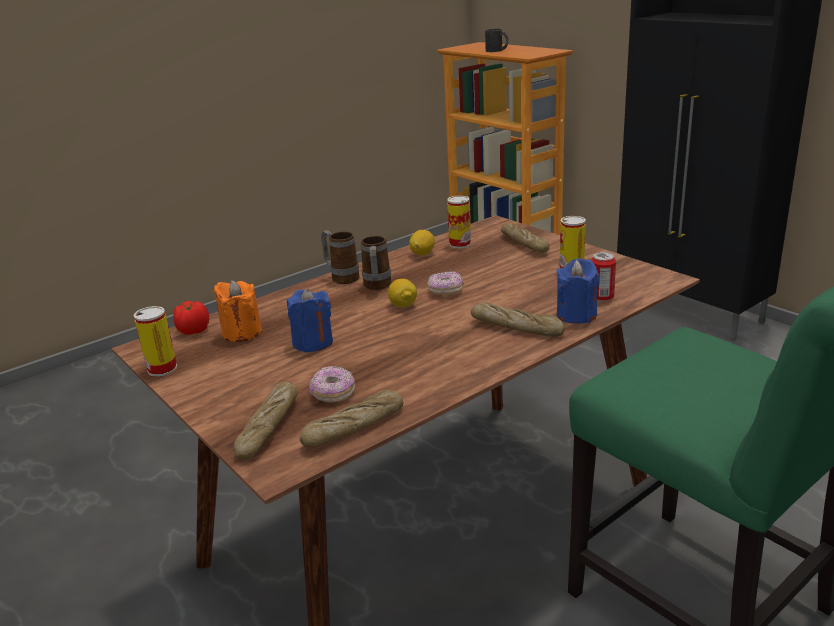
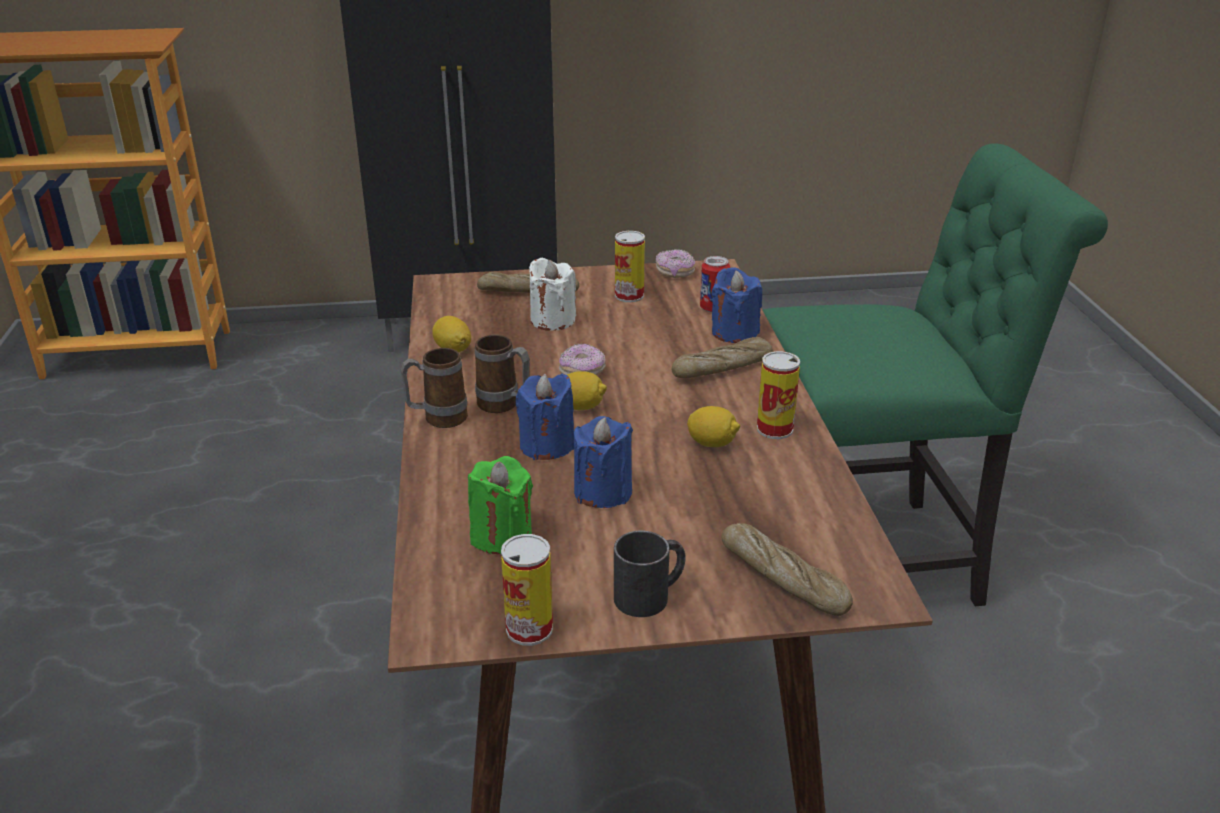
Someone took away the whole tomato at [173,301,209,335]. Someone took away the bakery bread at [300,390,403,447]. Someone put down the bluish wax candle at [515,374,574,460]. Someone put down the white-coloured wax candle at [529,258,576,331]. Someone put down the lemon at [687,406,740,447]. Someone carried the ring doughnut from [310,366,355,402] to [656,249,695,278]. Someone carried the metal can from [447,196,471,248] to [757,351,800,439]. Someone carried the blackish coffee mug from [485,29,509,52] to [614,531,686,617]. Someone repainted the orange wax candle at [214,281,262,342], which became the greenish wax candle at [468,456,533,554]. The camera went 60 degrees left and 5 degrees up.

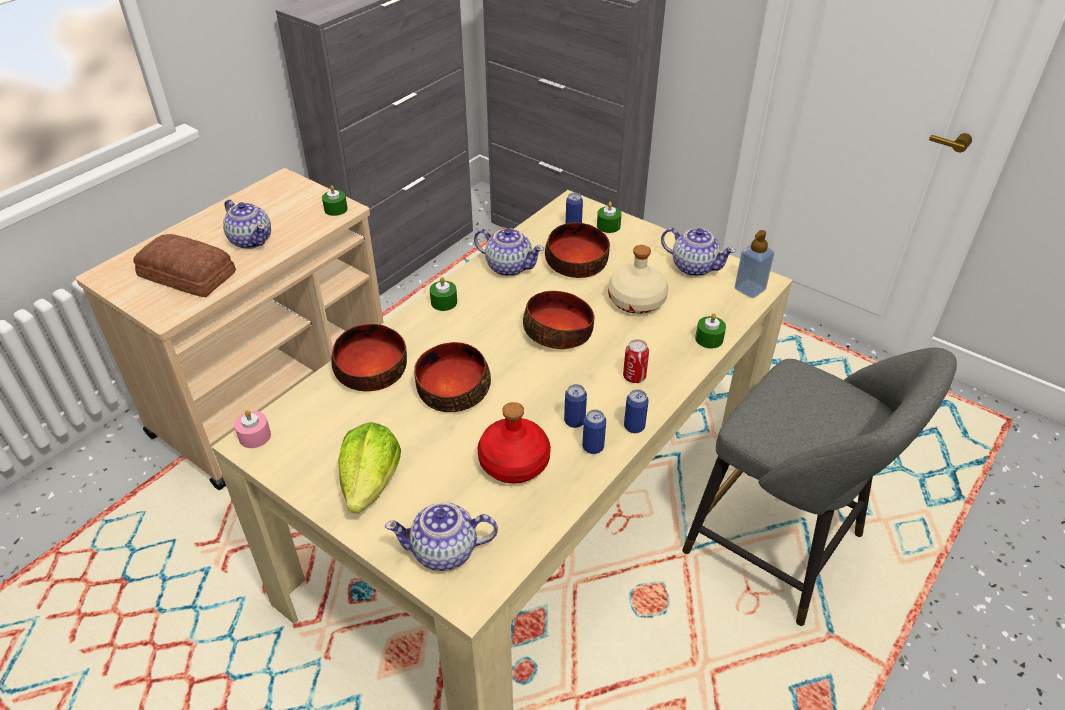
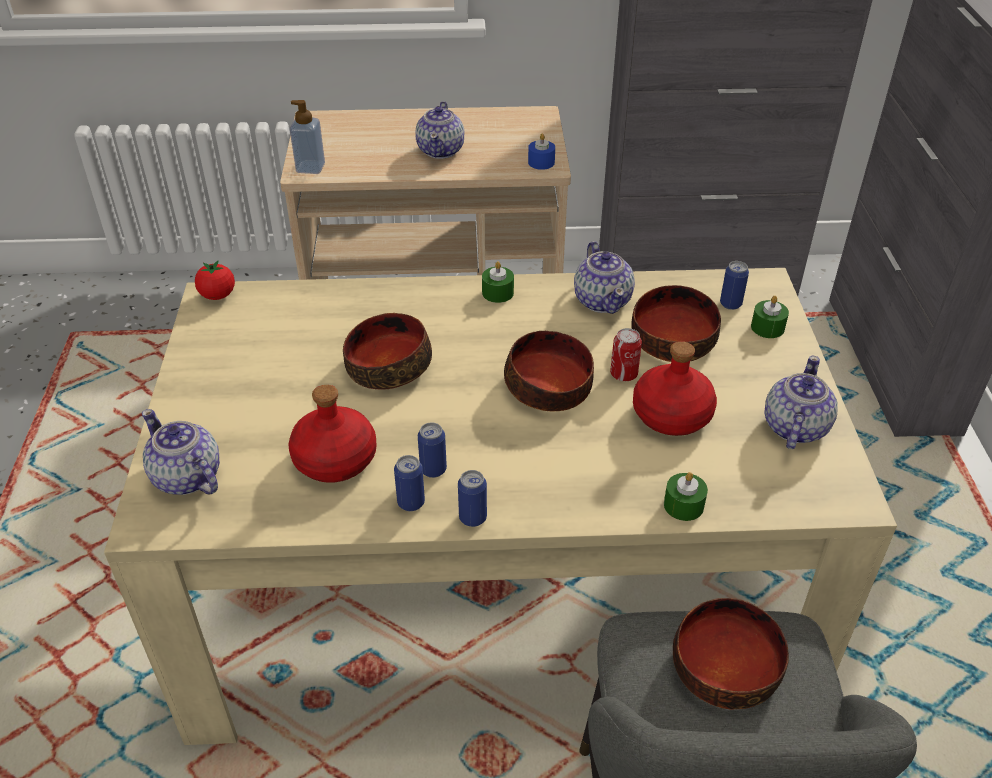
Someone took away the bakery bread at [133,234,236,297]. Someone took away the lettuce head at [338,422,401,513]. Someone carried the serving bowl from [331,324,407,391] to [673,598,789,709]. Someone carried the metal can from [623,339,649,383] to [610,328,642,381]. Someone carried the liquid soap bottle from [734,230,774,298] to [290,100,325,174]. Someone swapped the pink-coloured wax candle at [234,410,271,448] for the whole tomato at [195,260,235,300]. Someone repainted the greenish wax candle at [322,185,348,216], which became the bluish wax candle at [528,133,555,170]. Someone repainted the beige-coloured beverage bottle at [608,245,668,314], which became the red-coloured beverage bottle at [633,341,717,436]. Someone rotated the teapot at [661,228,736,276] by 150 degrees counterclockwise. The camera went 50 degrees right and 0 degrees up.

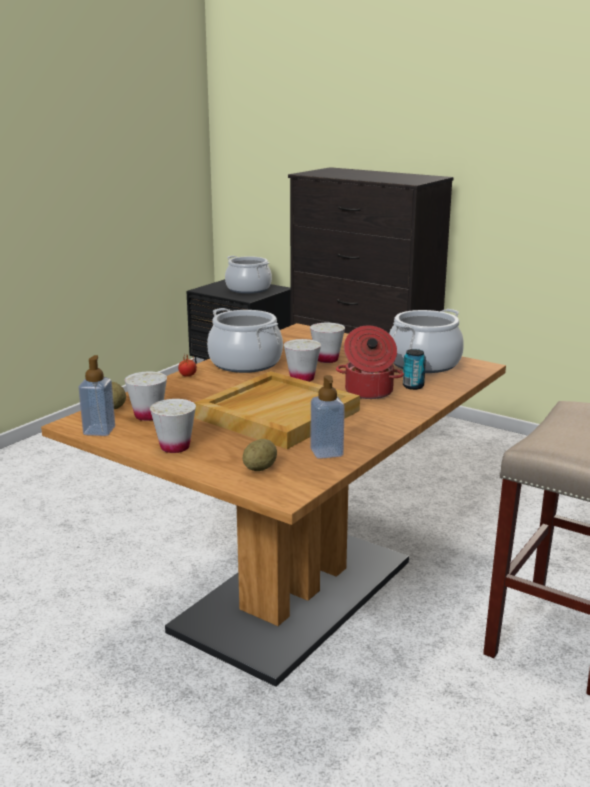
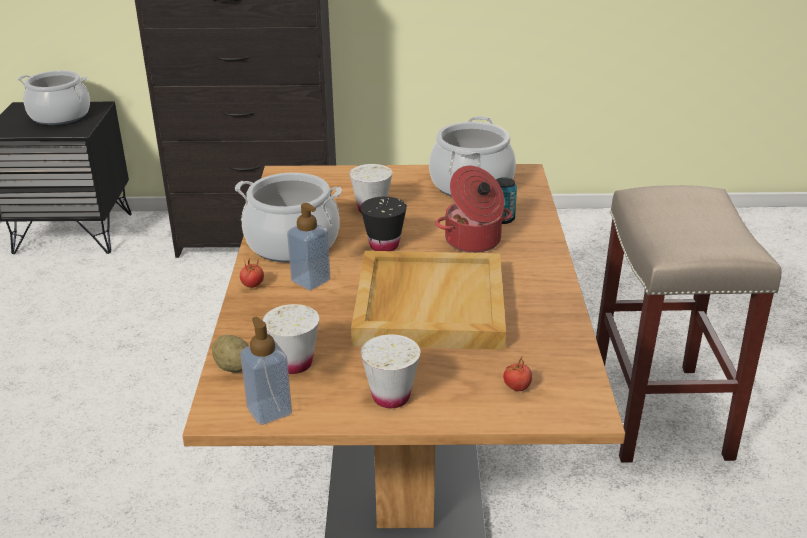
Someone carried the liquid soap bottle from [310,375,345,459] to [287,203,331,290]. Someone swapped the spud at [243,439,277,471] for the whole tomato at [503,355,532,391]. Someone repainted the white-coloured cup at [284,339,321,382], which became the blackish cup at [360,197,407,251]. The camera went 35 degrees left and 10 degrees up.

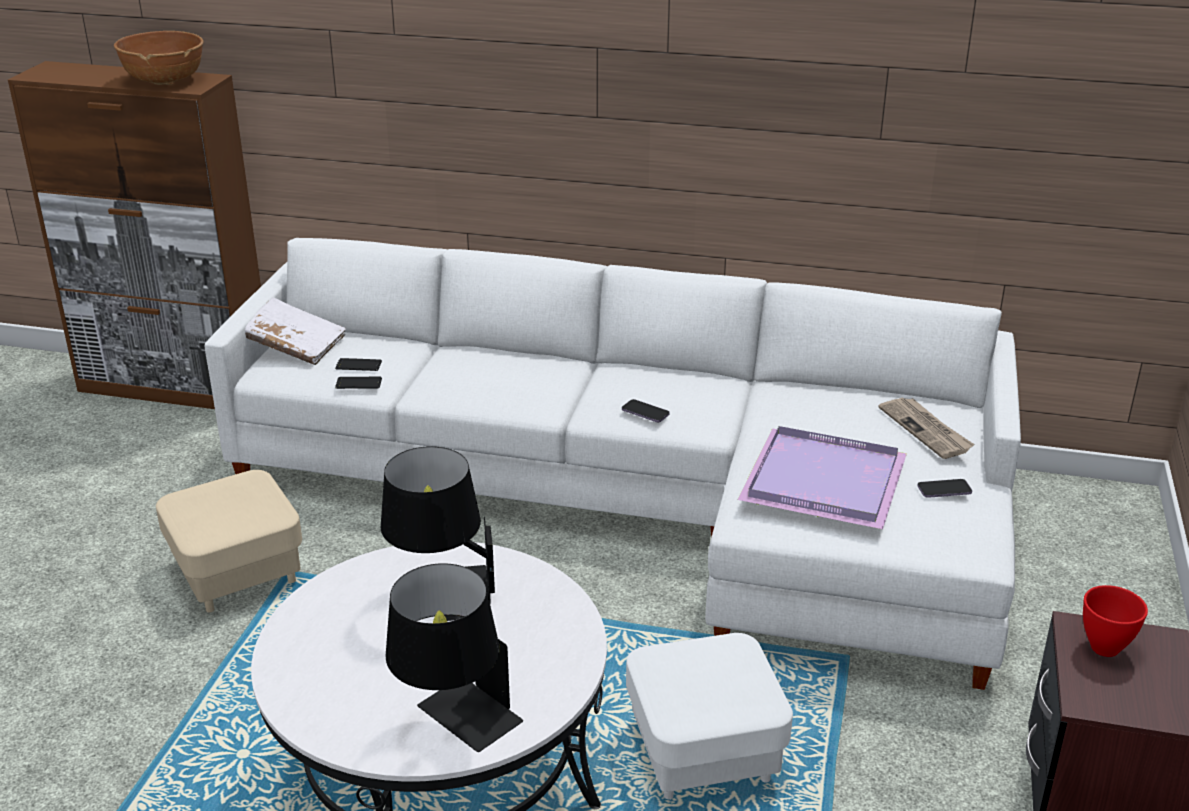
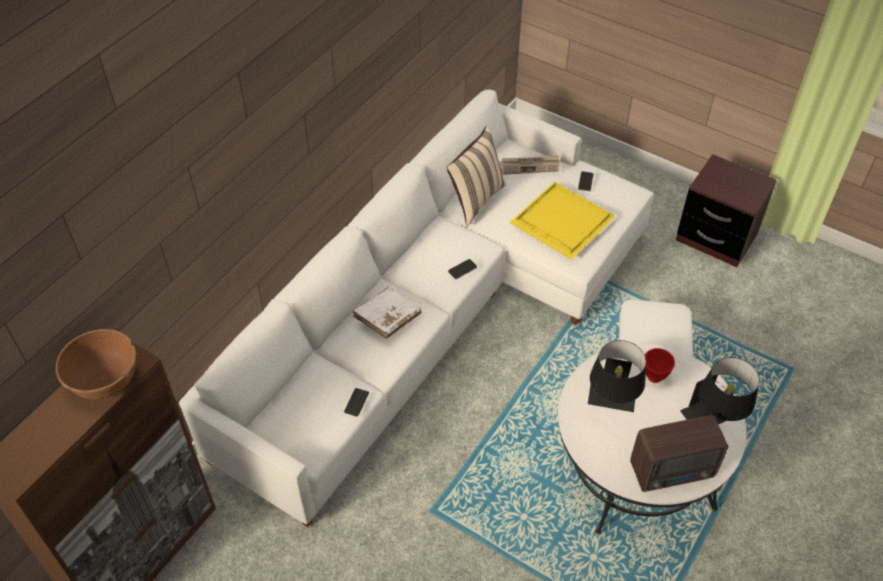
Someone took away the beige-coloured ottoman at [156,470,302,613]. Someone took away the handset at [335,358,382,371]. Someone put down the beige-coloured cushion at [447,126,506,226]. Someone put down the radio receiver at [630,415,728,492]. Someone carried the white-coloured volume from [245,297,346,365] to [353,287,422,339]. Someone carried the red-coloured serving bowl from [1083,585,1148,657] to [645,348,675,383]. Someone repainted the purple serving tray at [738,426,907,529], which became the yellowish serving tray at [510,182,615,260]. The camera went 70 degrees left and 20 degrees up.

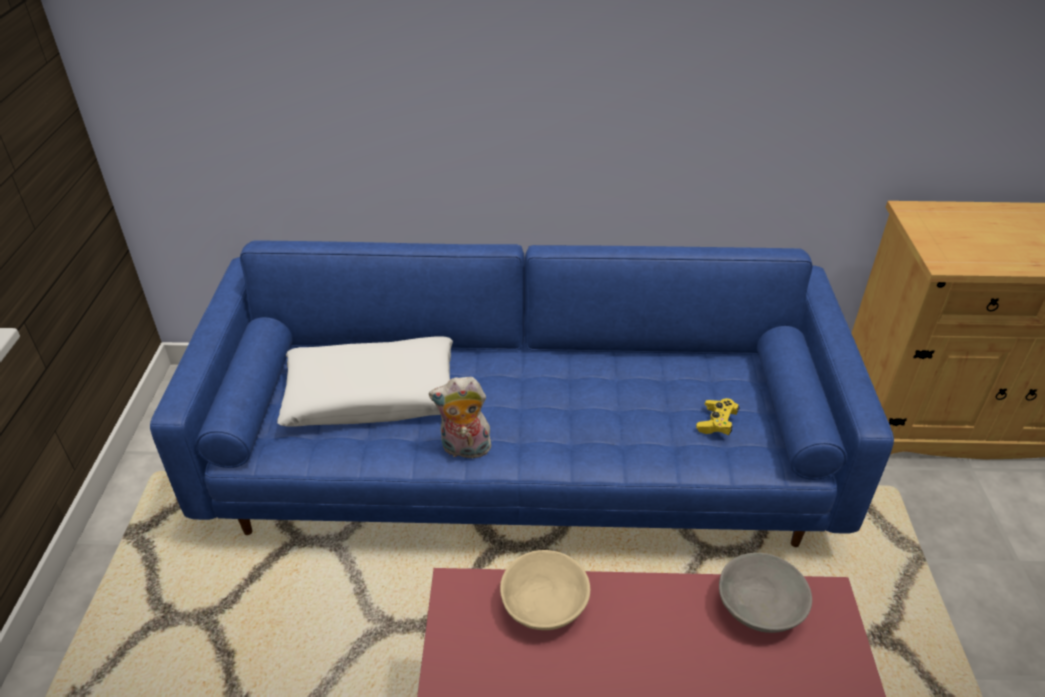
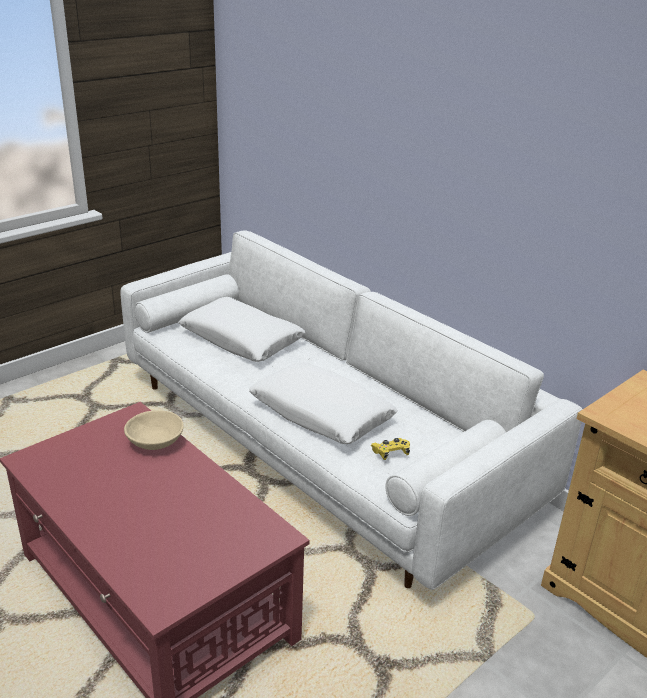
Someone took away the soft toy at [429,377,491,459]. Someone took away the gray serving bowl at [719,553,812,633]. Someone put down the white-coloured cushion at [249,362,398,444]. Someone repainted the bluish sofa at [150,241,894,547], which became the white-coloured sofa at [121,231,583,590]. The camera went 45 degrees right and 10 degrees down.

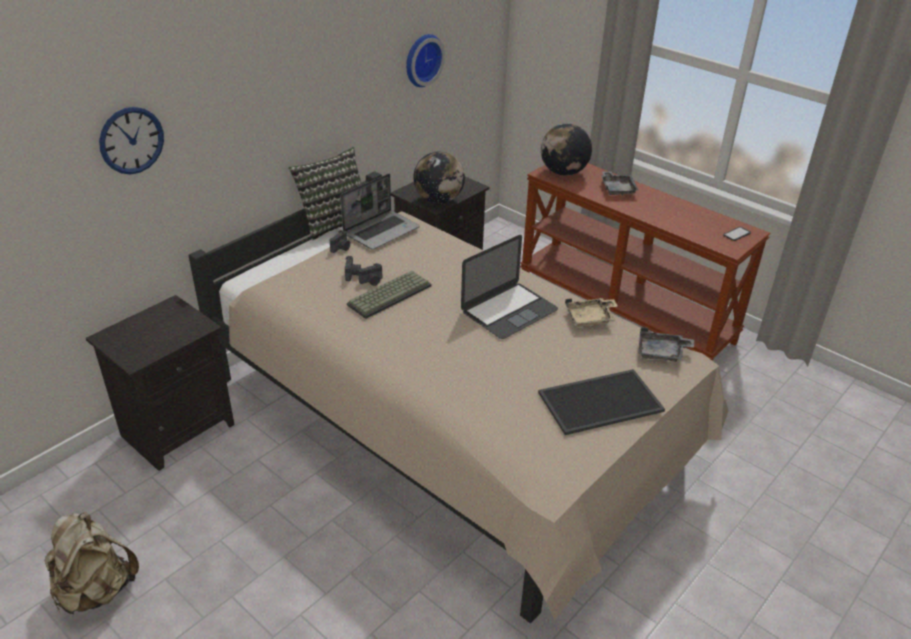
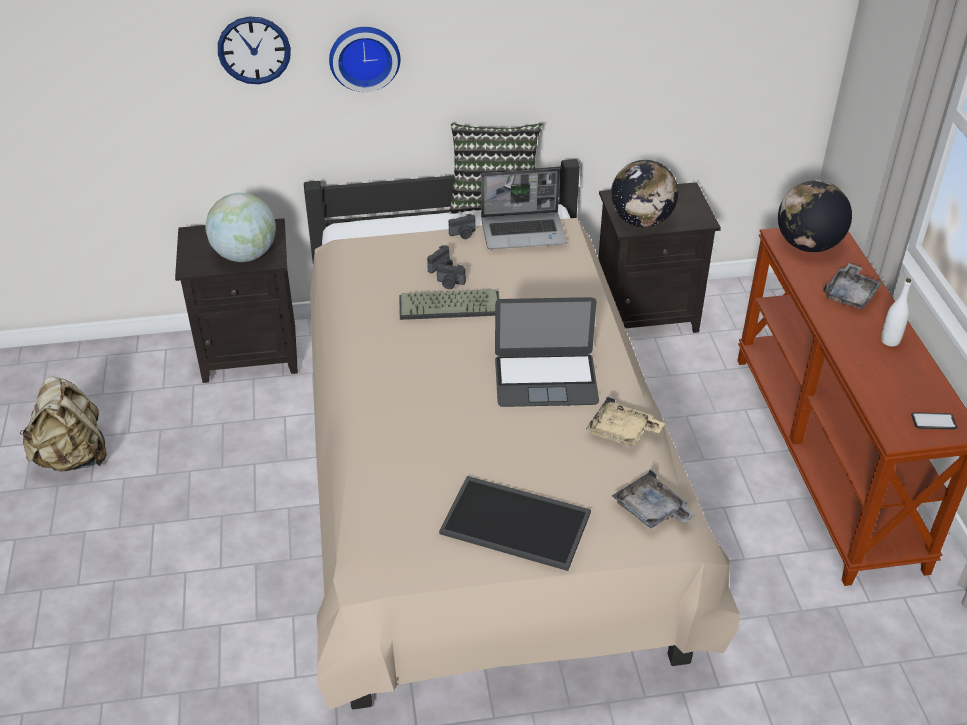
Someone put down the world globe at [205,193,276,262]. Someone put down the white-coloured beverage bottle at [881,278,911,347]. Someone carried the wall clock from [407,34,445,87] to [329,27,400,92]. The camera went 40 degrees right and 5 degrees up.

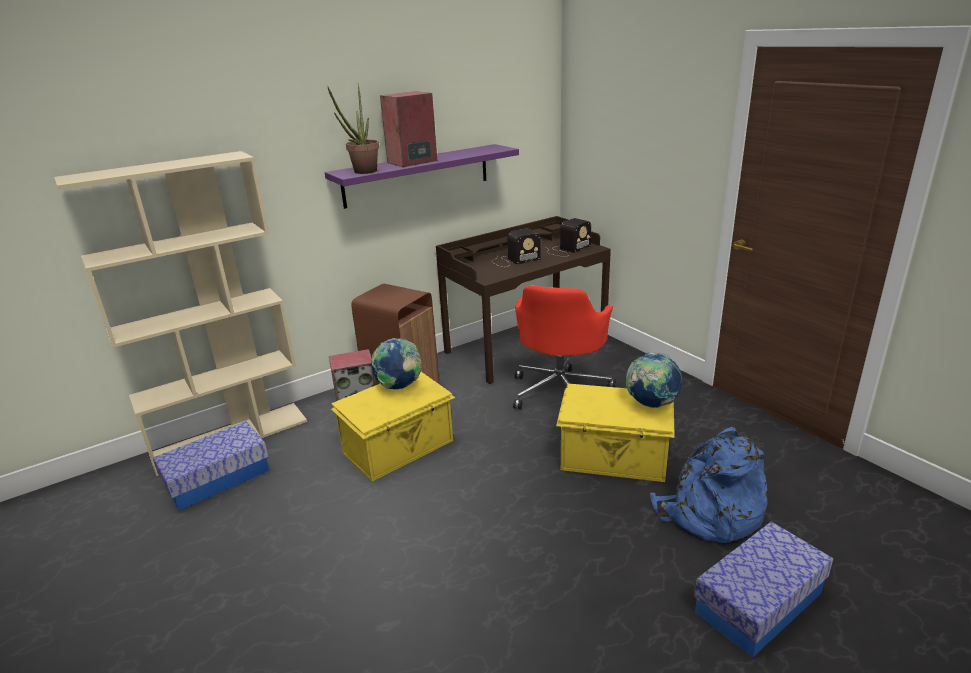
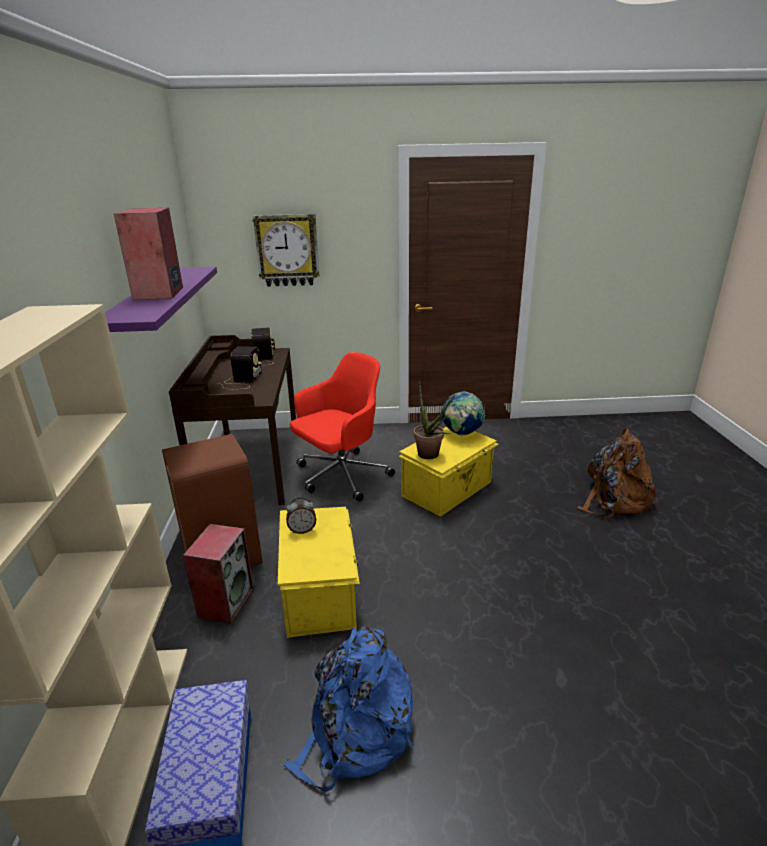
Someone put up the wall clock at [253,214,319,287]. Someone carried the potted plant from [327,84,379,174] to [414,381,455,459]. Someone carried the bluish knapsack from [650,427,768,543] to [284,626,413,791]. Someone swapped the world globe at [371,338,422,390] for the bedside clock at [286,497,316,534]. Someone swapped the storage container at [694,521,833,658] for the brown knapsack at [577,428,658,519]. Someone rotated the red-coloured desk chair at [513,285,616,409] by 90 degrees counterclockwise. The camera went 60 degrees left and 0 degrees up.

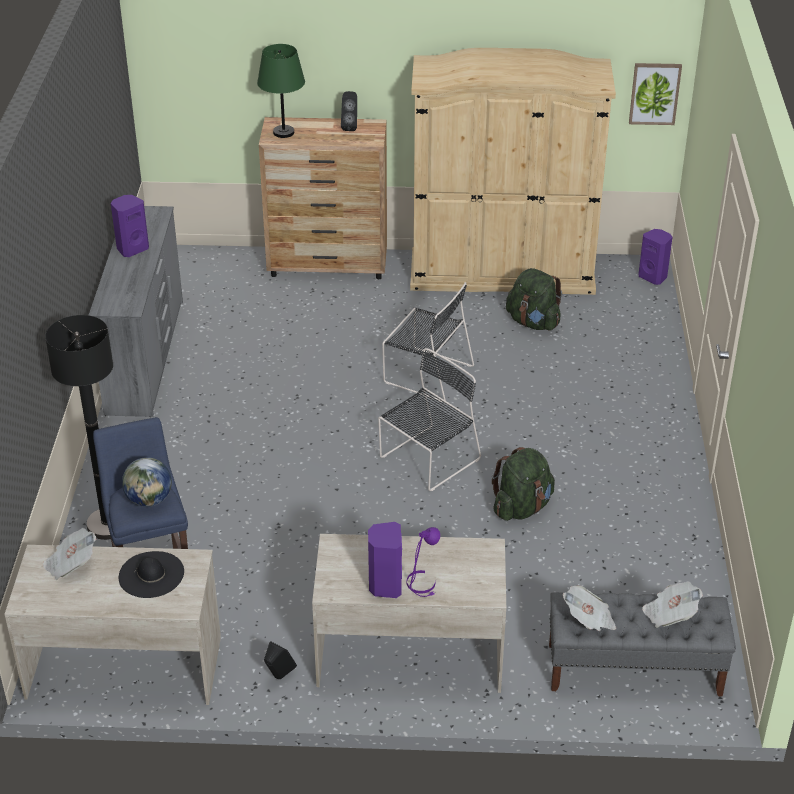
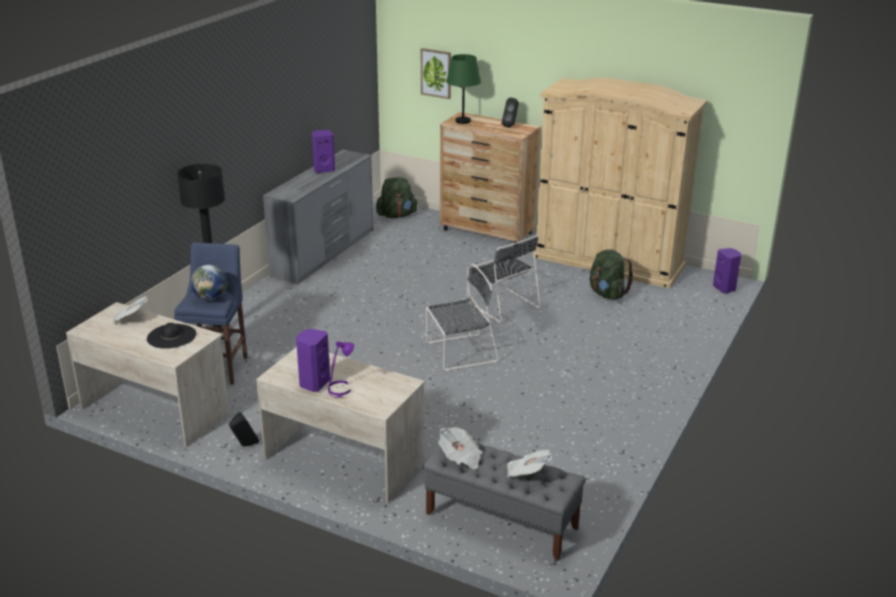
Someone carried the greenish knapsack from [492,447,555,521] to [376,177,417,218]. Someone carried the picture from [629,63,682,125] to [421,48,451,99]. The camera went 25 degrees right and 10 degrees down.

